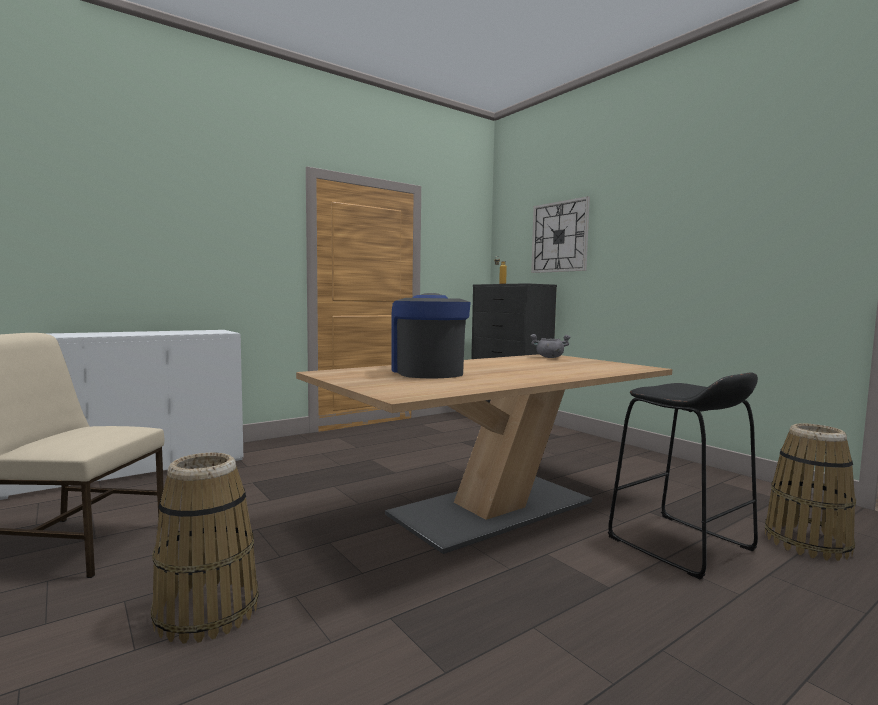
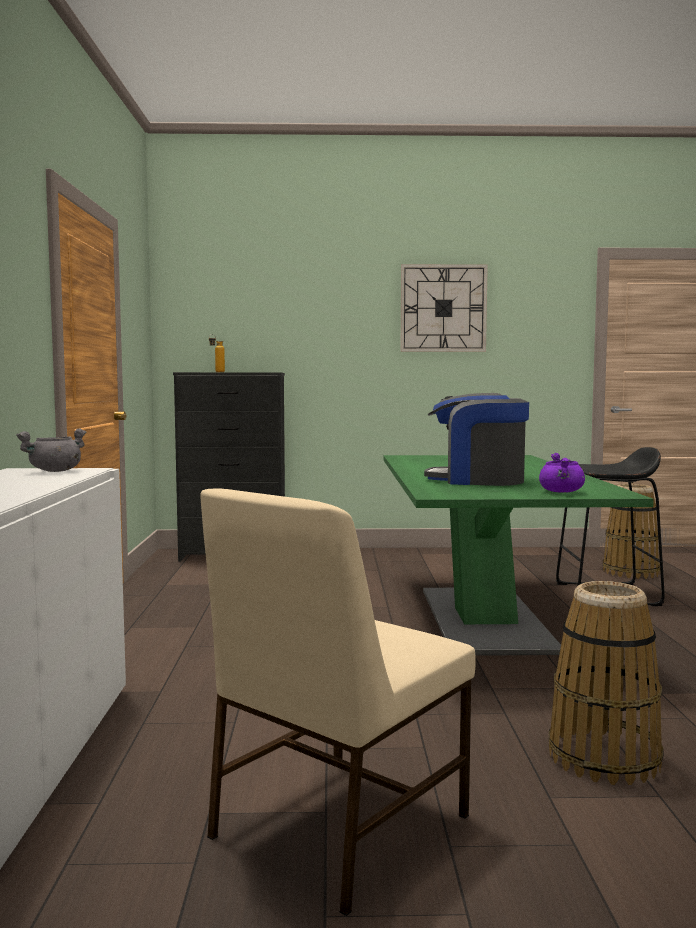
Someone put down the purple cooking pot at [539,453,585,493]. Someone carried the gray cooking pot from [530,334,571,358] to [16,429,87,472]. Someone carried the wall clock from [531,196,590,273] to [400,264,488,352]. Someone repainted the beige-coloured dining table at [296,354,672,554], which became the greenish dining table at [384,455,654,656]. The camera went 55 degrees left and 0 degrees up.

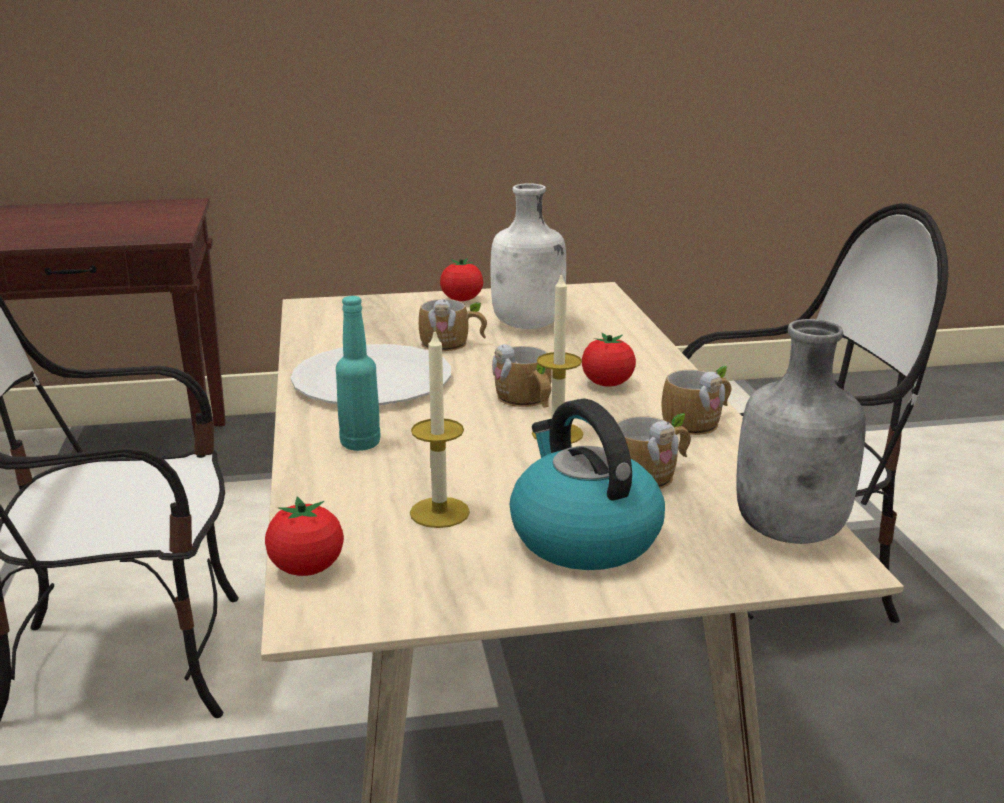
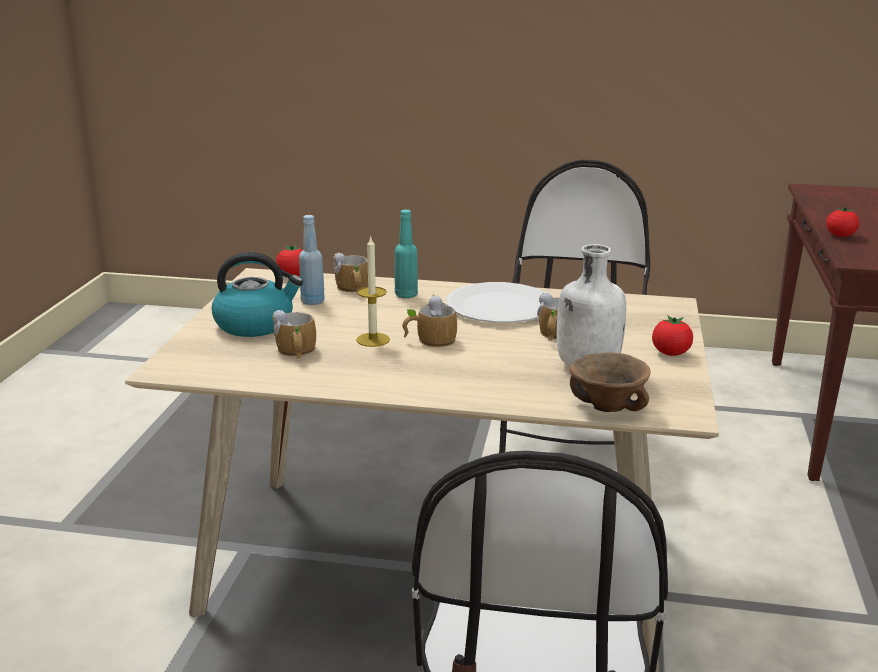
Someone took away the gray beverage bottle at [736,319,866,544]. Someone put down the brown serving bowl at [569,353,651,412]. Someone carried the whole tomato from [582,333,636,387] to [826,207,859,237]. Someone carried the coffee mug from [662,366,731,435] to [333,253,368,292]. Someone swapped the wax candle at [410,328,470,528] for the bluish beverage bottle at [299,215,325,305]. The camera went 110 degrees right and 0 degrees up.

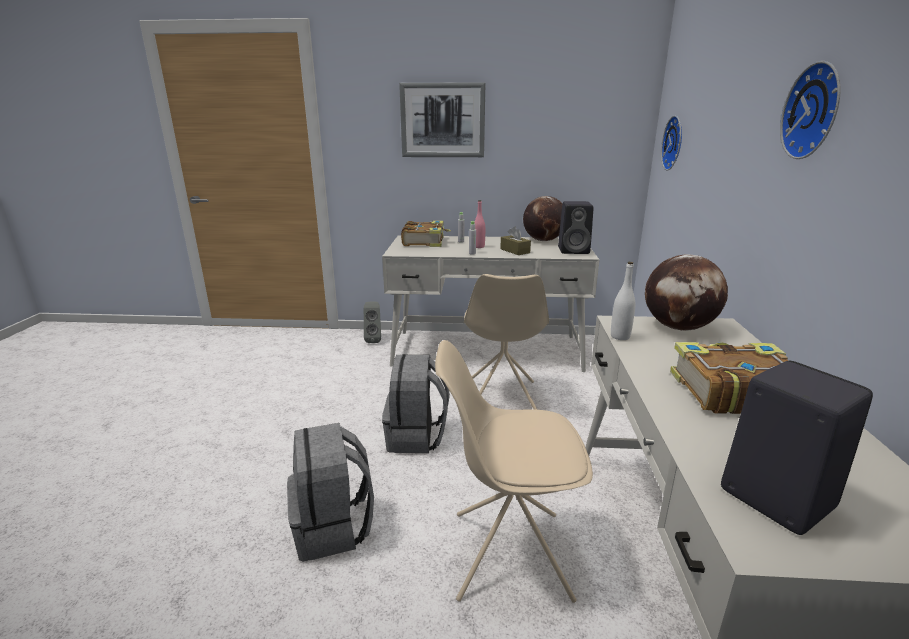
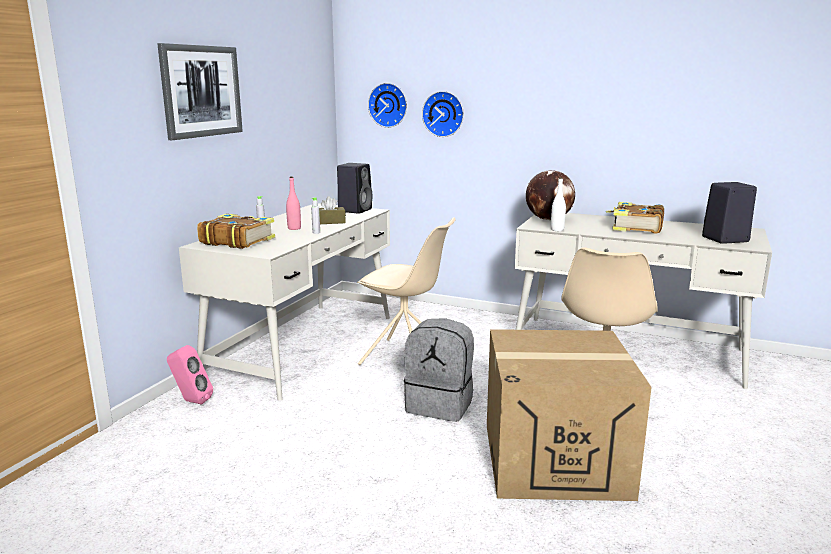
Someone took away the world globe at [523,196,562,241]. Someone carried the wall clock from [780,61,840,159] to [422,91,464,137]. Someone swapped the gray knapsack at [287,423,374,562] for the cardboard box at [487,329,652,501]. Someone repainted the gray loudspeaker at [364,301,381,343], which became the pink-coloured loudspeaker at [167,345,213,405]. The camera went 70 degrees left and 5 degrees down.

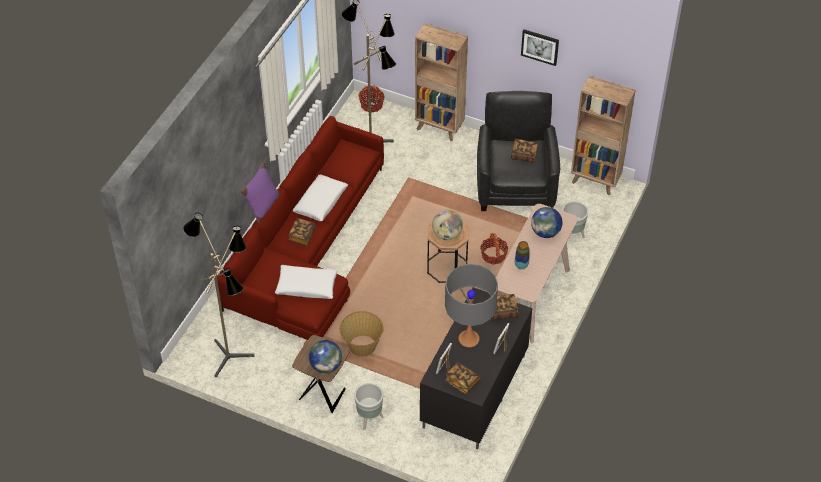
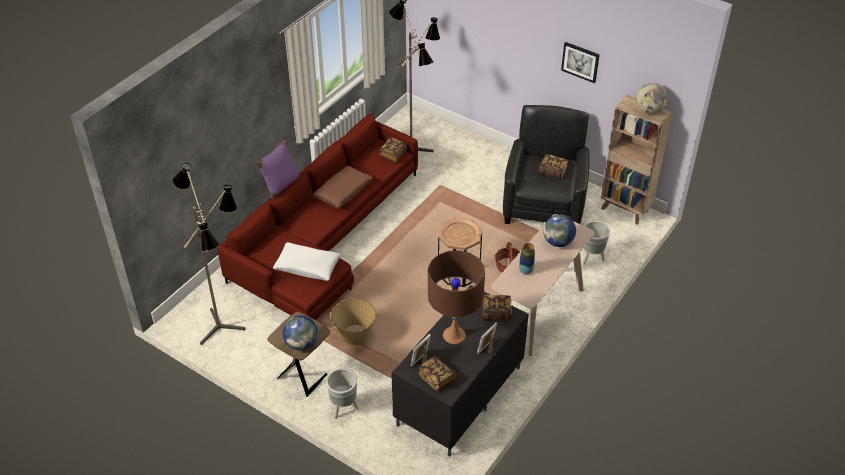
Someone took away the household basket at [358,85,385,113]. Someone took away the brown shelving unit at [415,23,468,141]. Someone carried the volume from [288,218,316,247] to [379,137,407,163]. Someone carried the world globe from [432,210,463,240] to [636,83,668,114]. Someone repainted the white-coloured cushion at [293,174,348,221], which became the brown cushion at [313,166,373,208]. Someone repainted the gray table lamp at [445,264,498,347], which became the brown table lamp at [428,250,485,344]. The camera went 10 degrees right and 5 degrees down.

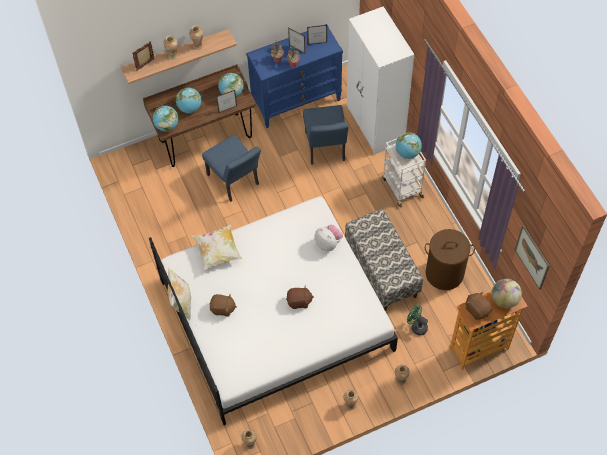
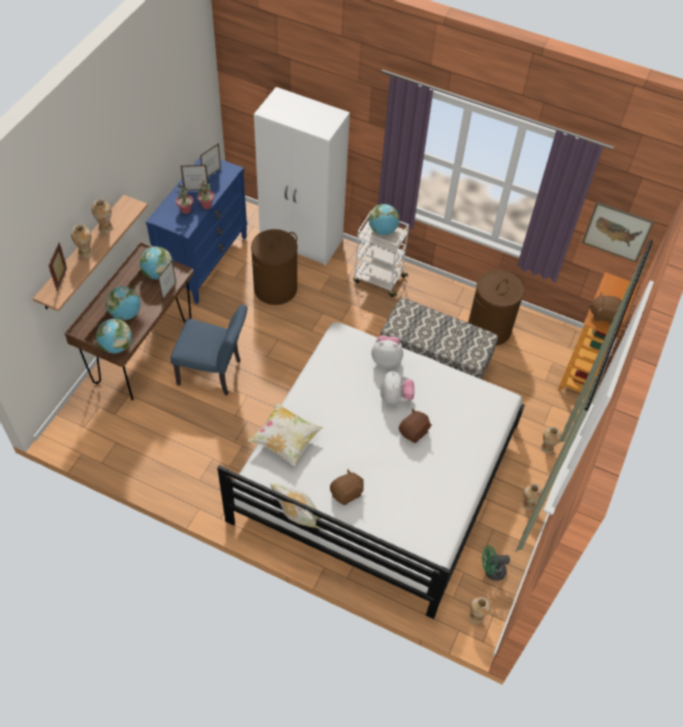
Someone took away the world globe at [492,279,522,308]. Someone put down the soft toy at [380,371,415,405]. Someone carried the greenish fan from [407,306,428,336] to [482,545,510,581]. Someone swapped the bluish plain chair at [303,105,349,165] for the brown laundry basket at [251,229,298,305]. The camera went 45 degrees left and 5 degrees down.

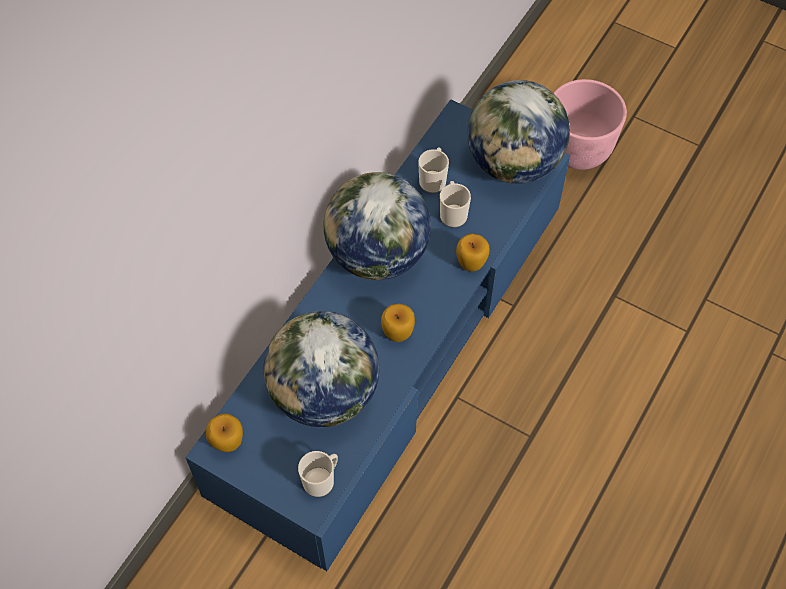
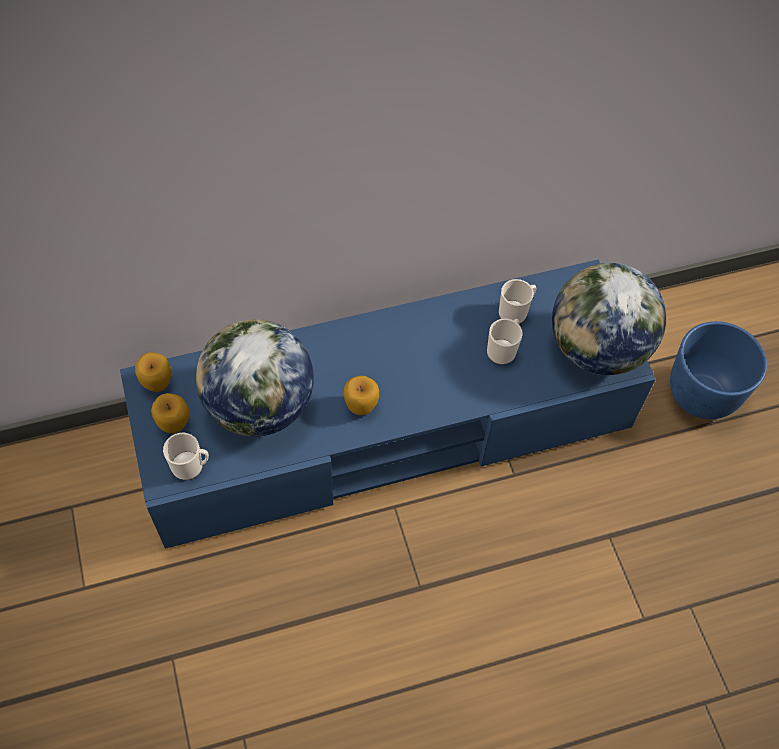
Someone took away the world globe at [324,172,431,280]. Someone carried the apple from [456,234,490,272] to [151,393,190,434]. Someone repainted the pink-coloured flower pot at [554,79,627,170], which became the bluish flower pot at [670,321,767,419]. The camera went 40 degrees right and 0 degrees up.

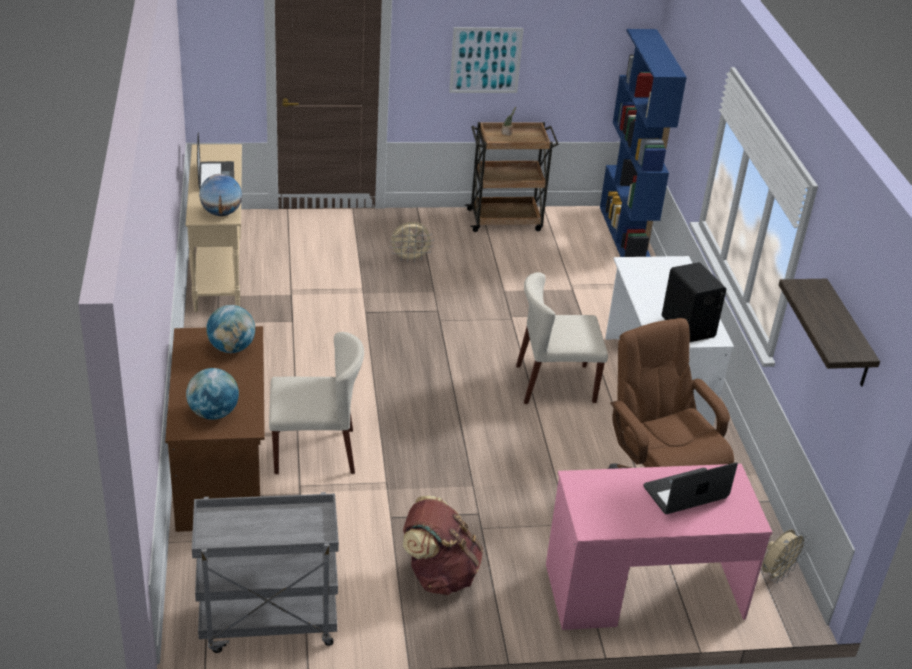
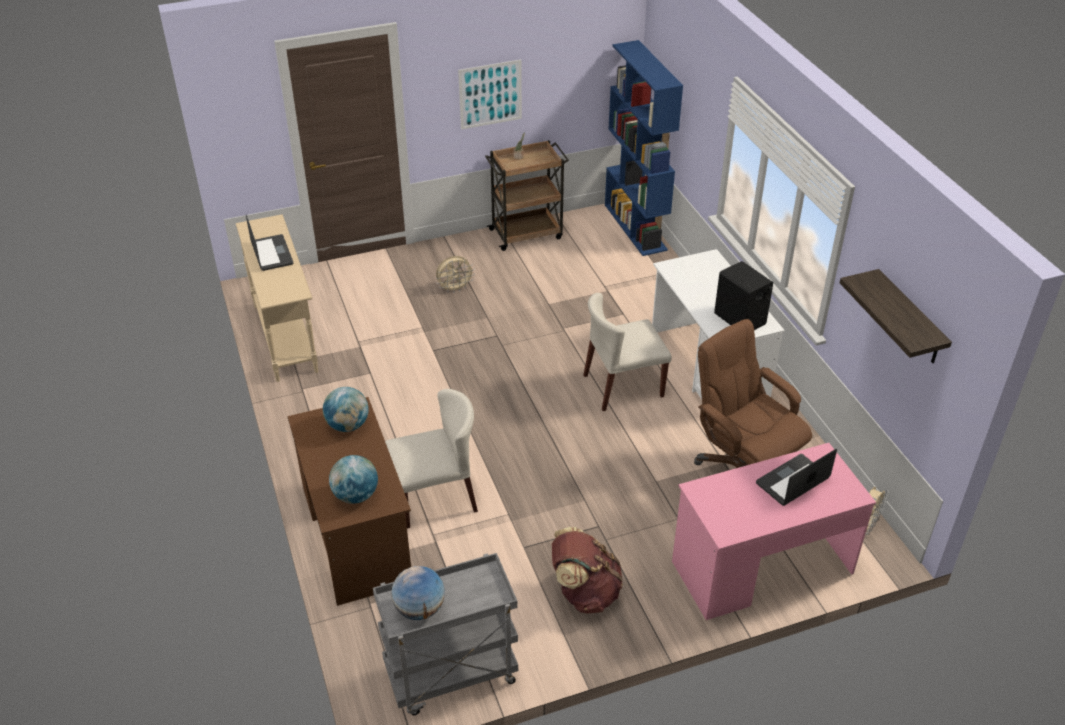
Someone carried the world globe from [199,174,242,216] to [391,566,445,620]. The camera went 10 degrees left and 5 degrees up.

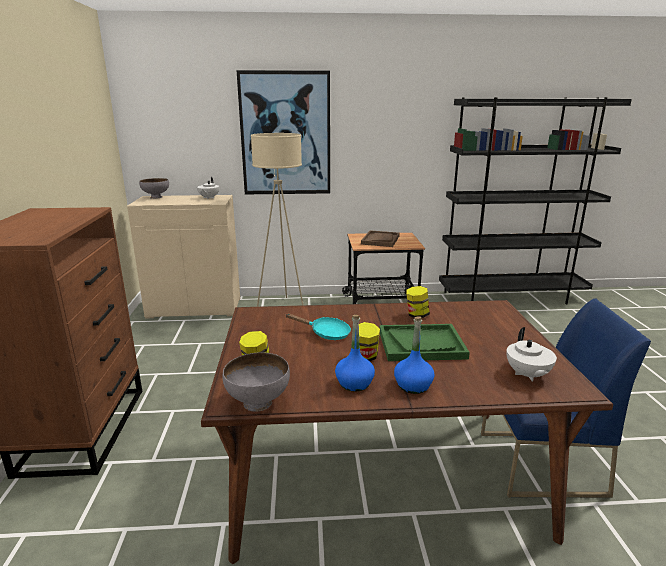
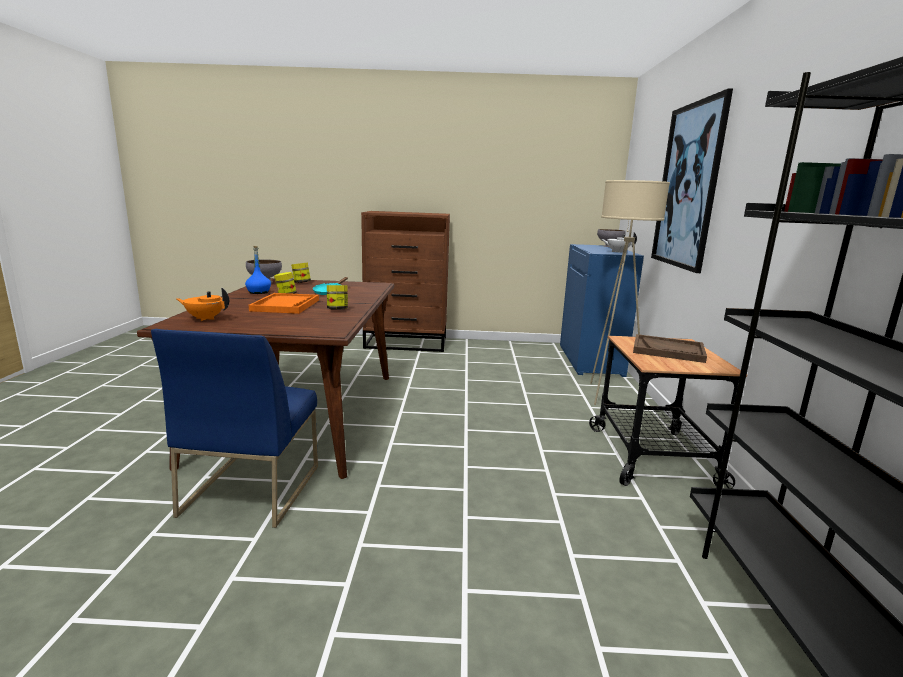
Someone took away the bluish beverage bottle at [394,316,435,394]. Someone repainted the beige-coloured storage cabinet at [127,195,240,318], which became the bluish storage cabinet at [560,244,644,377]. Someone repainted the greenish serving tray at [379,324,470,361], which became the orange serving tray at [249,293,319,314]. Someone repainted the white-coloured teapot at [506,327,557,382], which became the orange teapot at [176,288,229,321]. The camera went 95 degrees right and 5 degrees down.

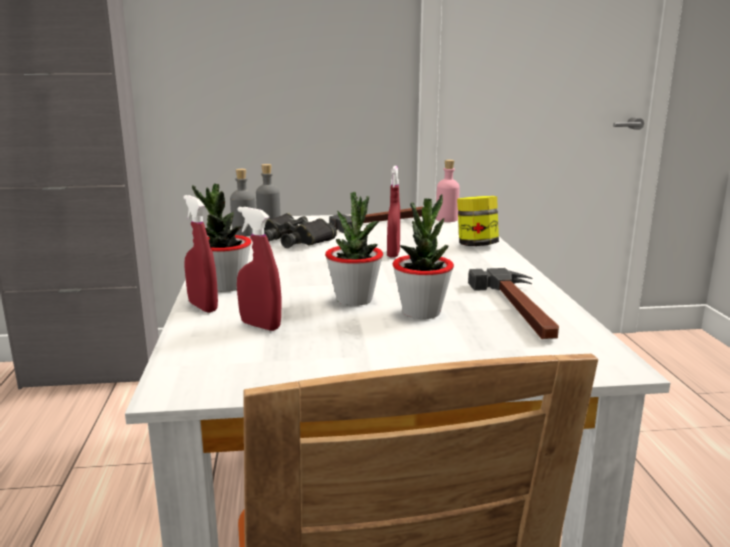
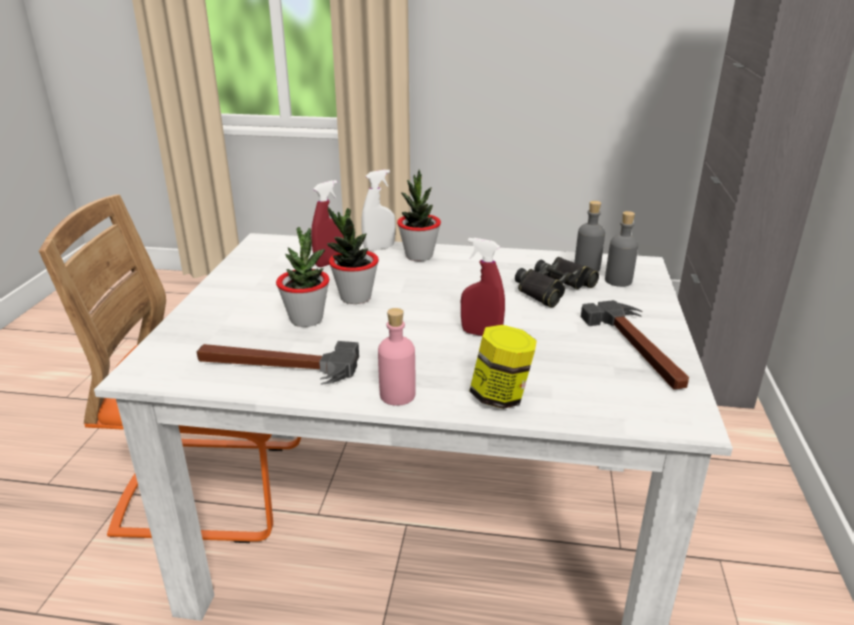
Someone carried the pink-coloured beverage bottle from [436,160,460,222] to [378,308,416,406]. Someone repainted the red-coloured hand sprayer at [184,195,218,313], which became the white-coloured hand sprayer at [361,170,396,251]. The camera went 105 degrees right and 10 degrees up.

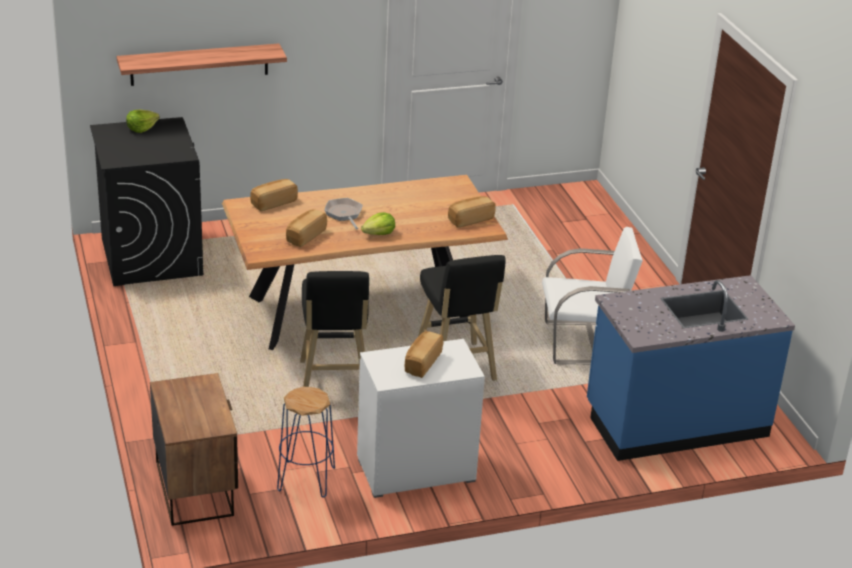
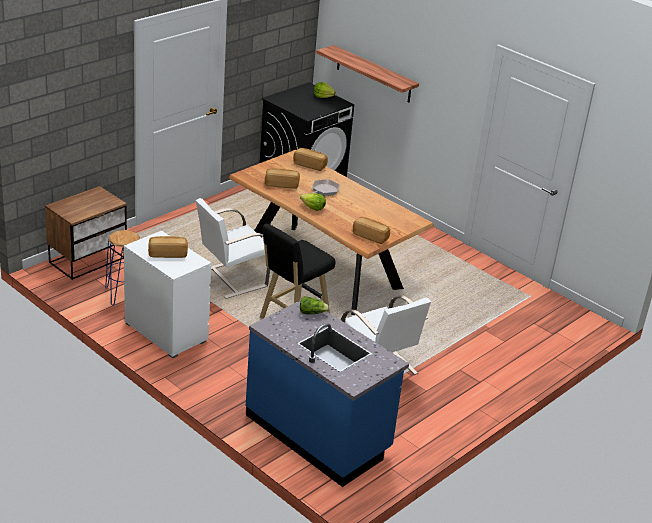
Someone put down the lettuce head at [300,296,330,314]. Someone swapped the blackish stool seat at [300,271,369,387] for the white-coloured plain chair at [196,198,270,299]. The camera went 60 degrees right and 0 degrees up.

